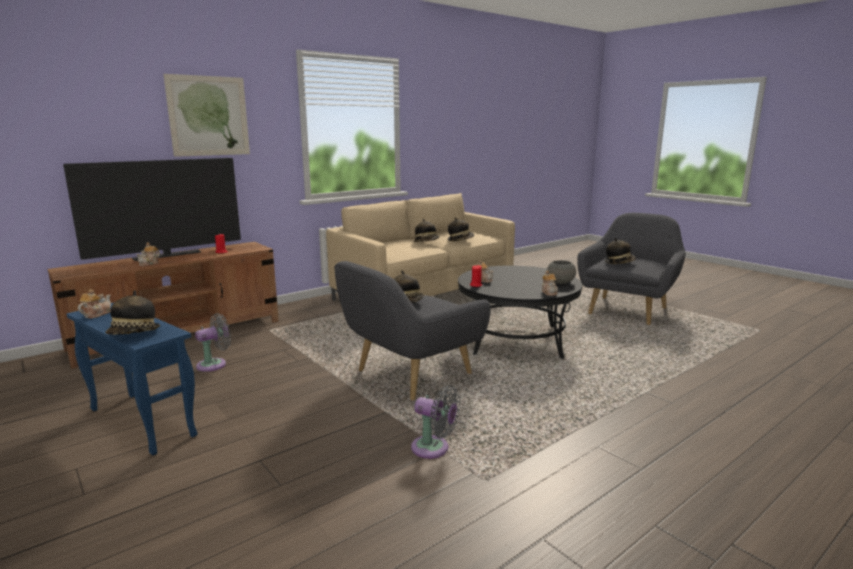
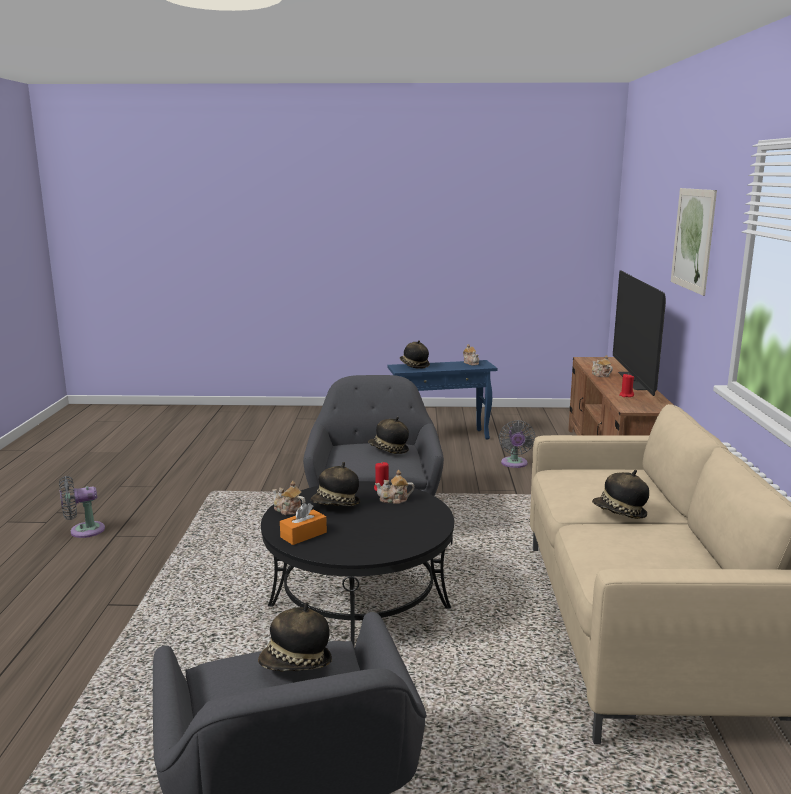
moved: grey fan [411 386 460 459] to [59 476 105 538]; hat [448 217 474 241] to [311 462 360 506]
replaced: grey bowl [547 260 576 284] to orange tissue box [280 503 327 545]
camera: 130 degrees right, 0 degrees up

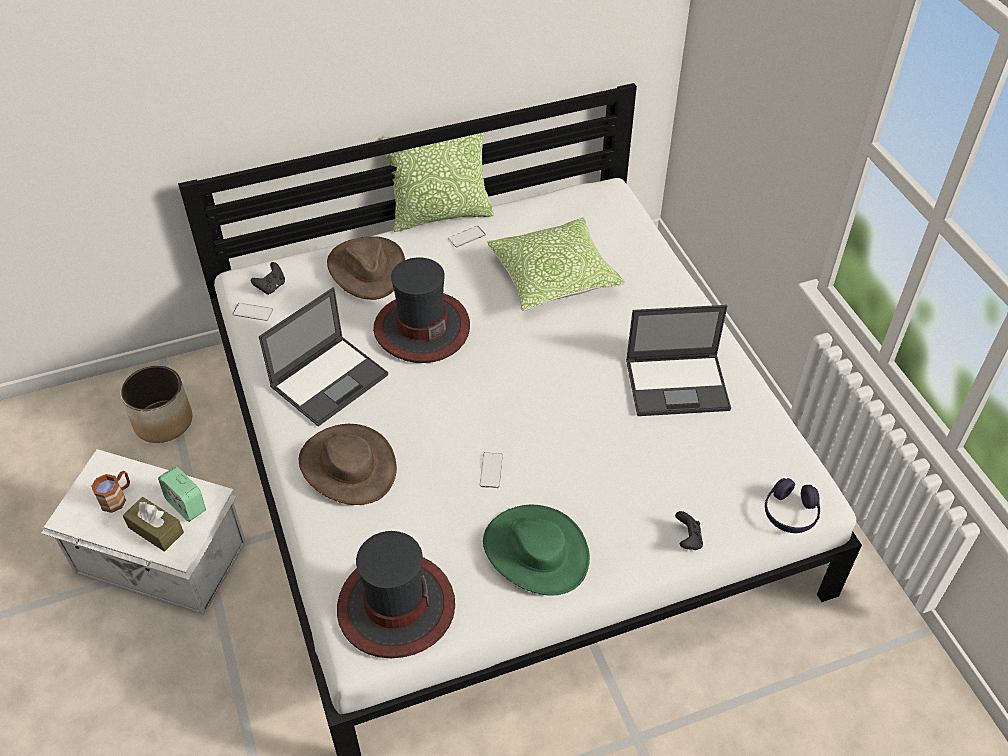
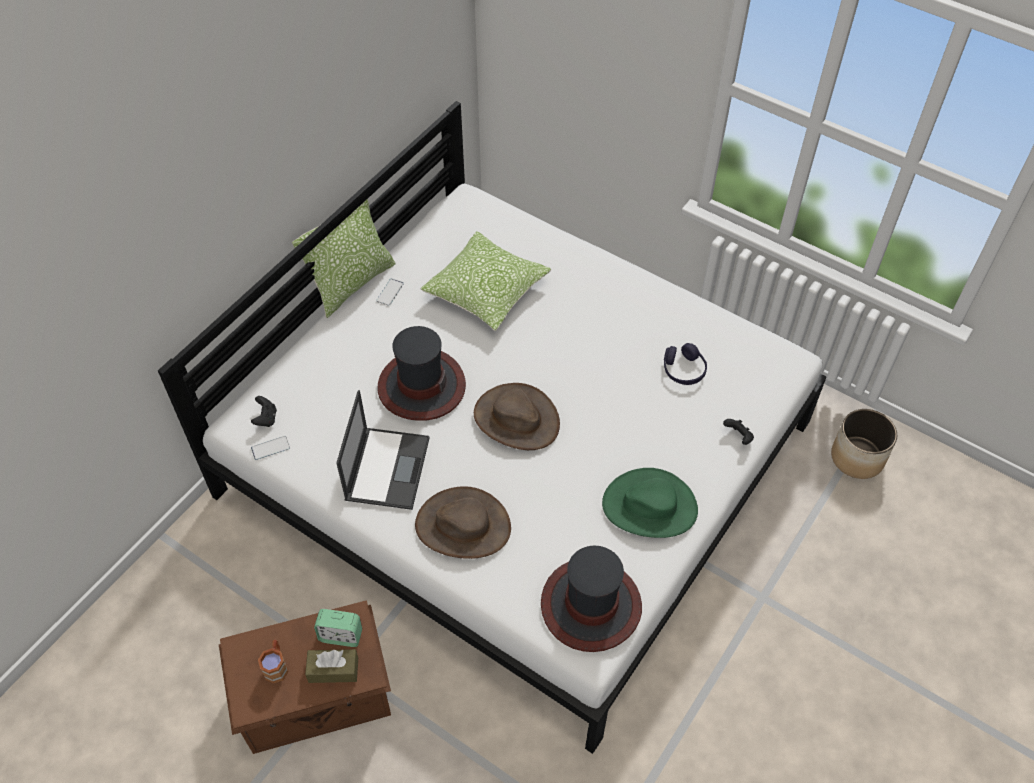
removed: phone [480 452 503 488]; laptop [626 305 731 416]
moved: planter [121 366 192 443] to [831 409 897 479]; brown hat [327 236 405 300] to [474 383 560 450]; purple headphones [765 478 820 533] to [664 343 707 385]
recoloured: white storage box [42 449 246 615] to brown storage box [219 600 391 754]
camera: 35 degrees left, 5 degrees up

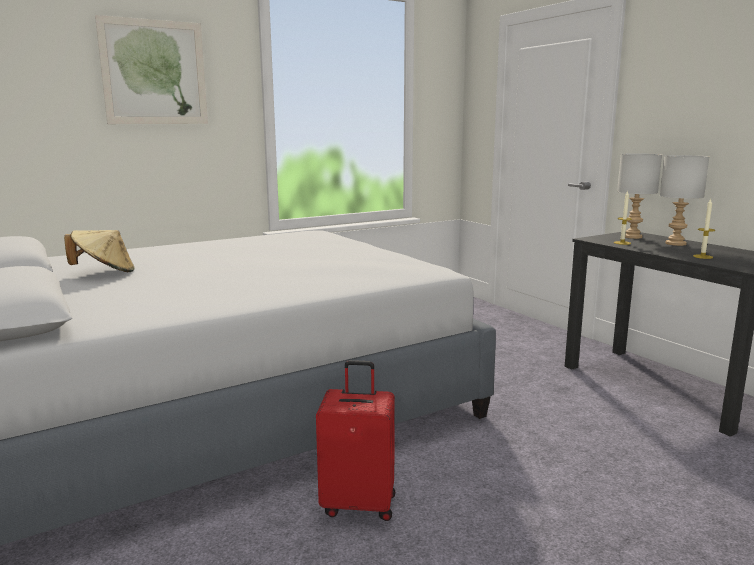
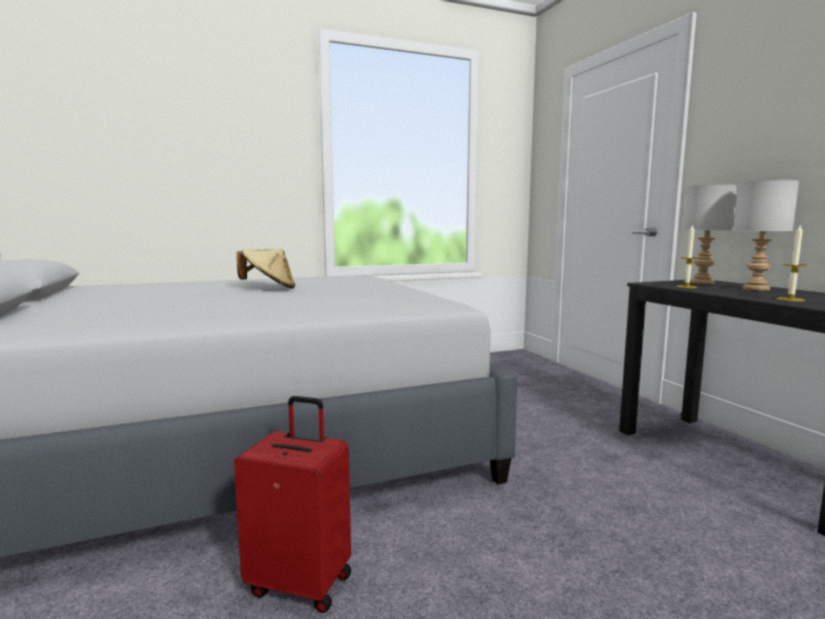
removed: picture [95 15 208 124]
moved: beige hat [64 230 135 272] to [237 249 295 288]
camera: 10 degrees right, 5 degrees down

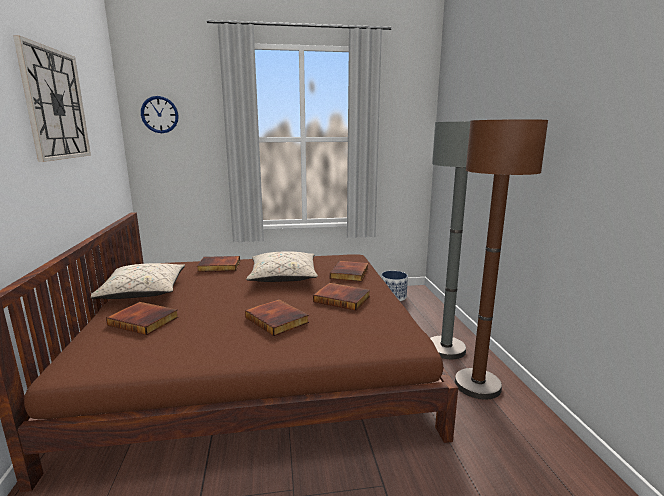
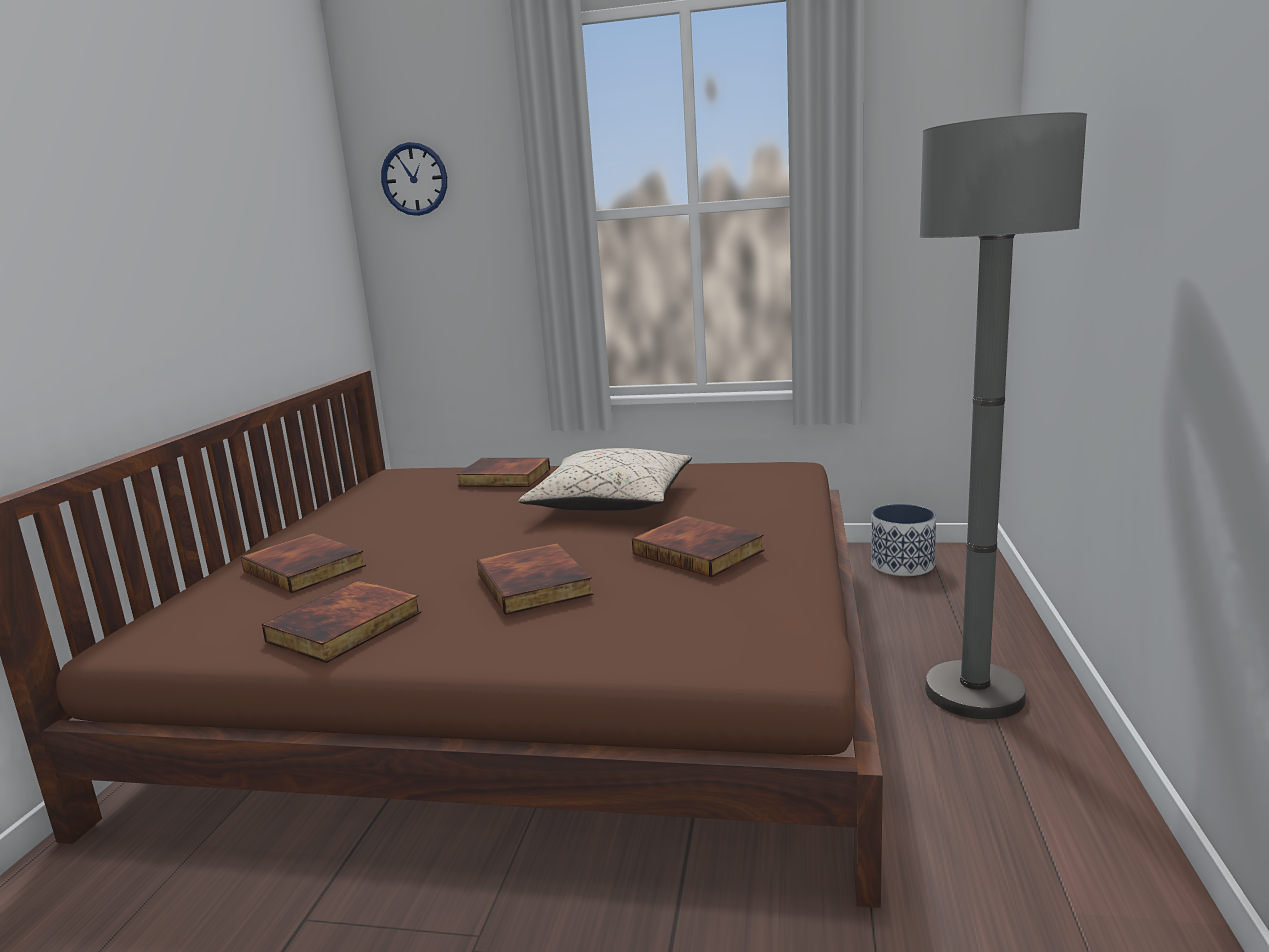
removed: wall clock [13 35 91 162]; beige pillow [91 263 185 299]; brown floor lamp [455 119 548 400]
moved: book [330 261 368 282] to [261 580 421 663]
camera: 20 degrees right, 0 degrees up

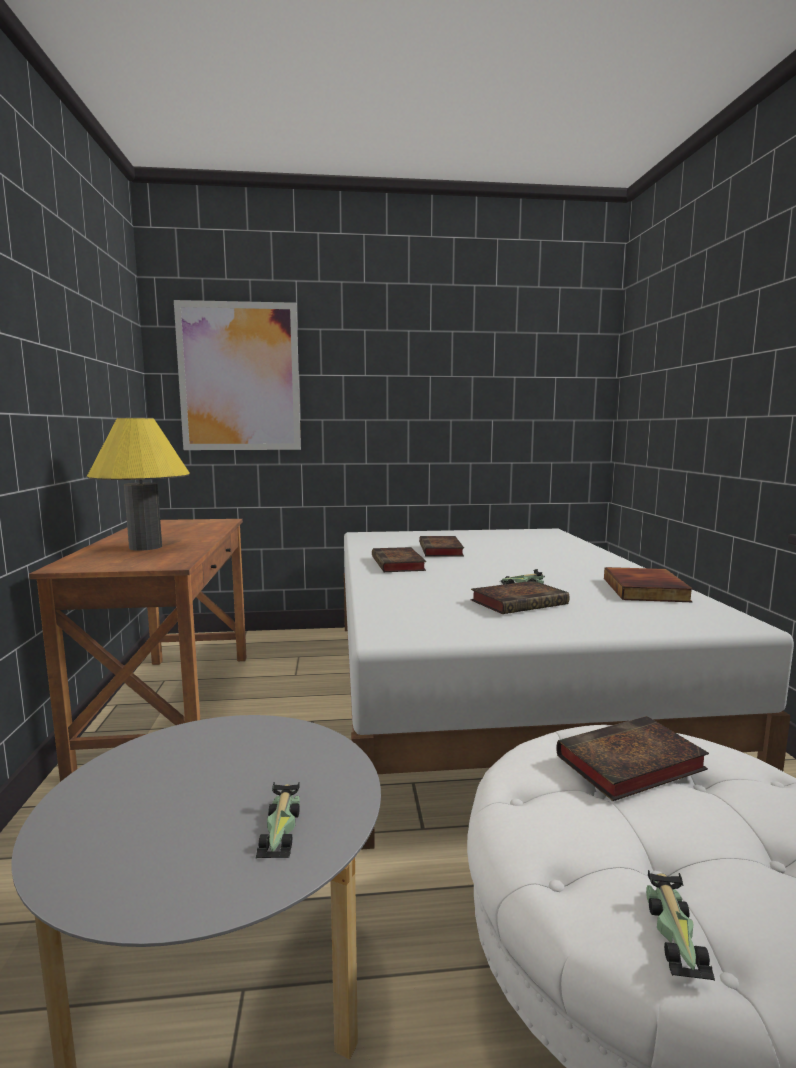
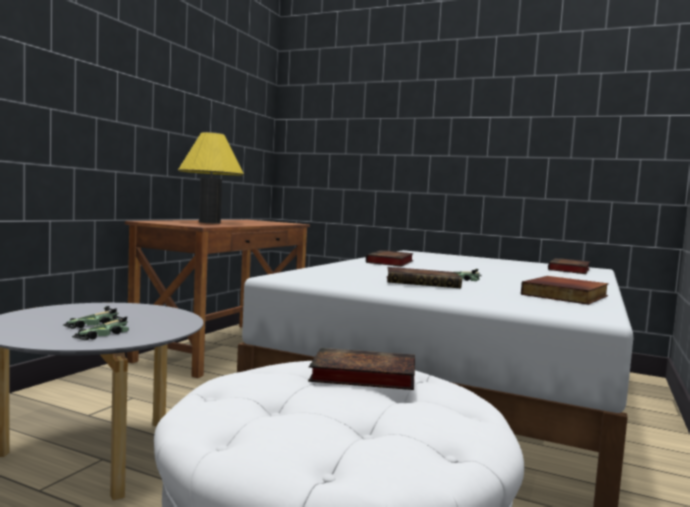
removed: picture [174 300 301 450]
moved: book [419 536 464 556] to [548 258 590 274]; toy car [646 870 715 981] to [63 306 119 329]
camera: 30 degrees right, 5 degrees down

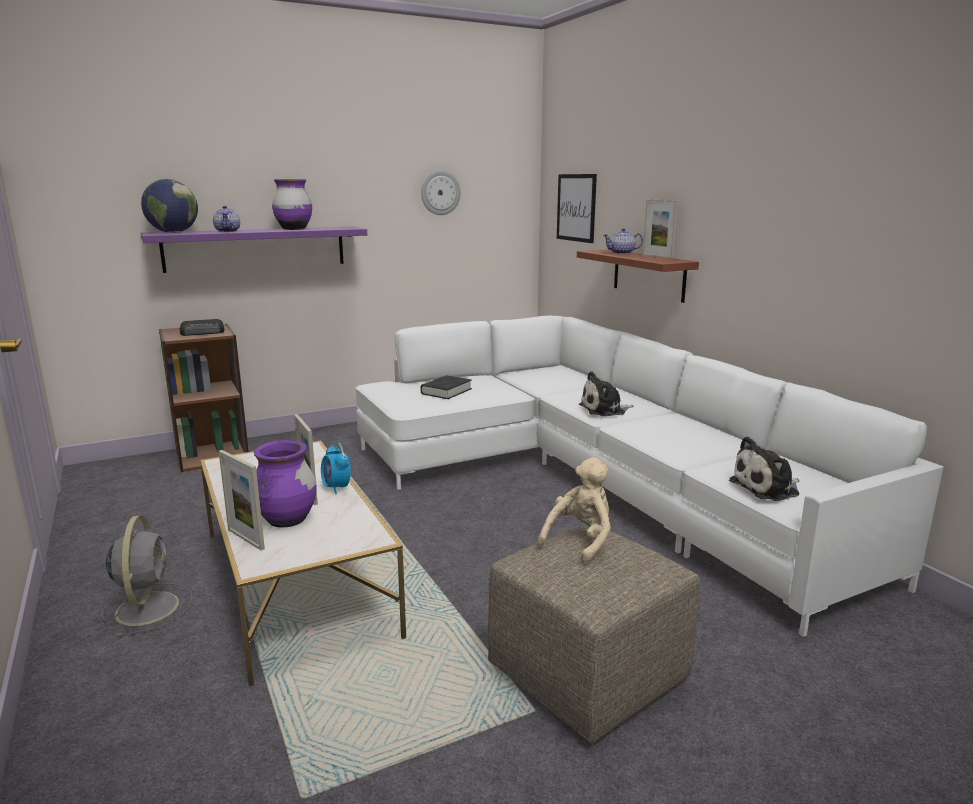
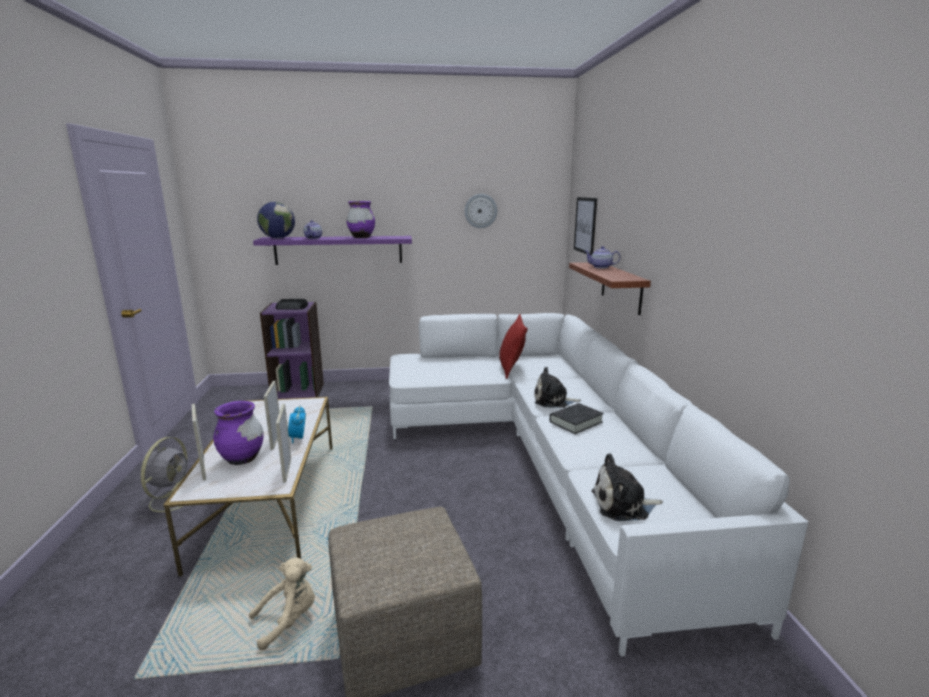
added: red pillow [499 314 528 379]
moved: black book [421 375 472 399] to [549 403 604 434]; beige plush toy [538 457 611 565] to [249 557 315 650]; picture frame [643 200 678 259] to [276 404 291 483]
recoloured: brown bookcase [159 324 249 472] to purple bookcase [260 302 324 399]
camera: 20 degrees right, 0 degrees up

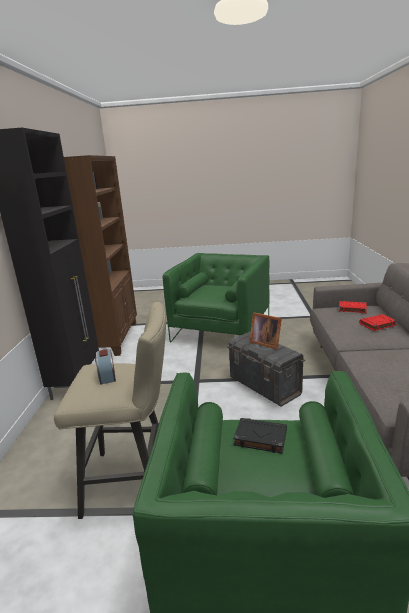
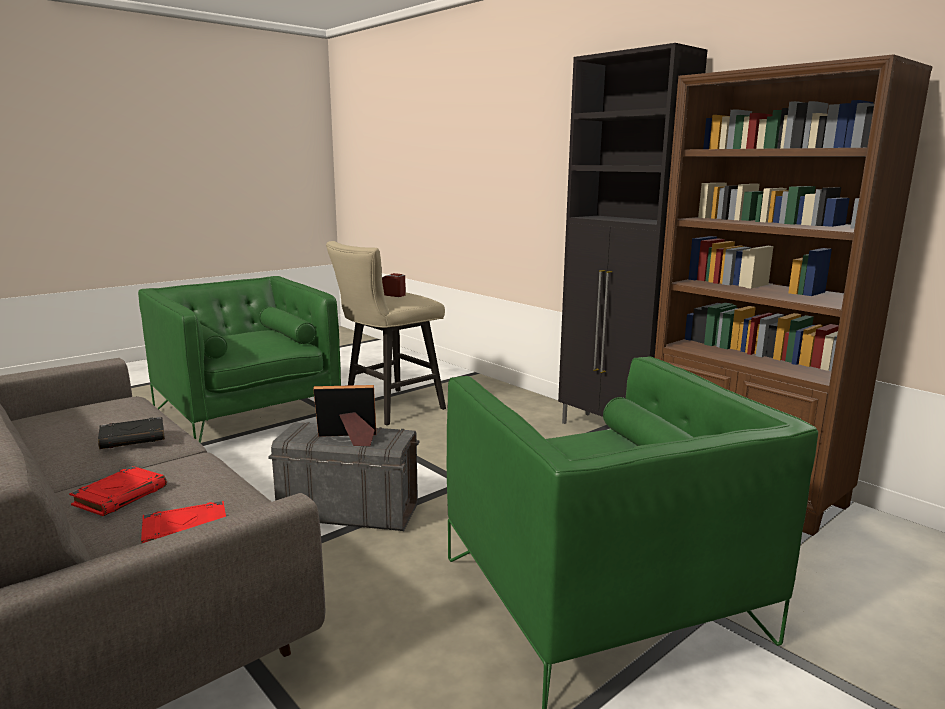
moved: black book [233 418 287 454] to [98 417 165 449]
camera: 135 degrees right, 5 degrees down

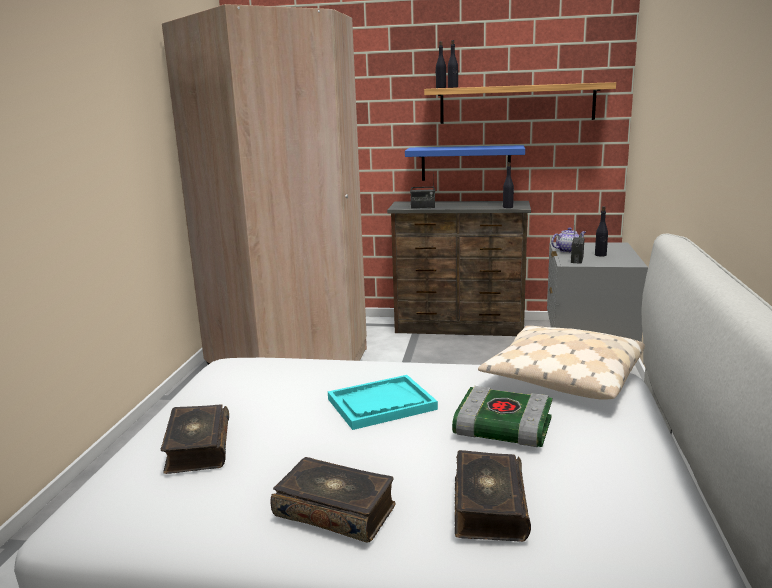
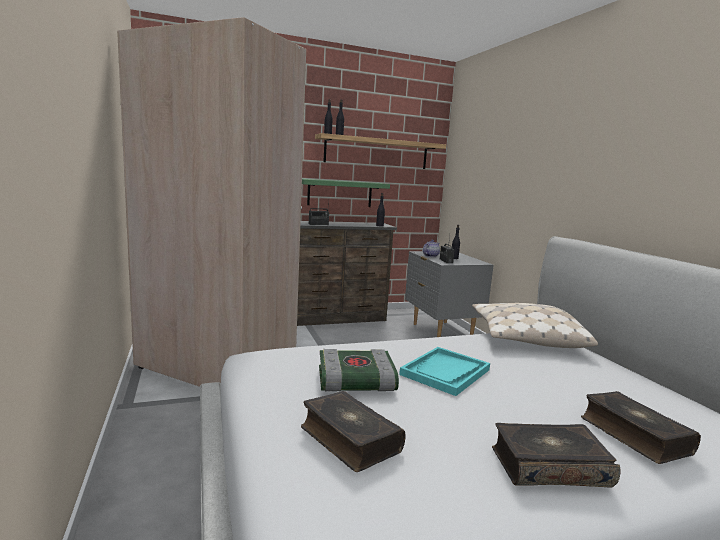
moved: book [452 386 552 447] to [319 349 399 391]
recoloured: blue shelf [405 145 525 181] to green shelf [302 179 390 207]
camera: 30 degrees left, 5 degrees down

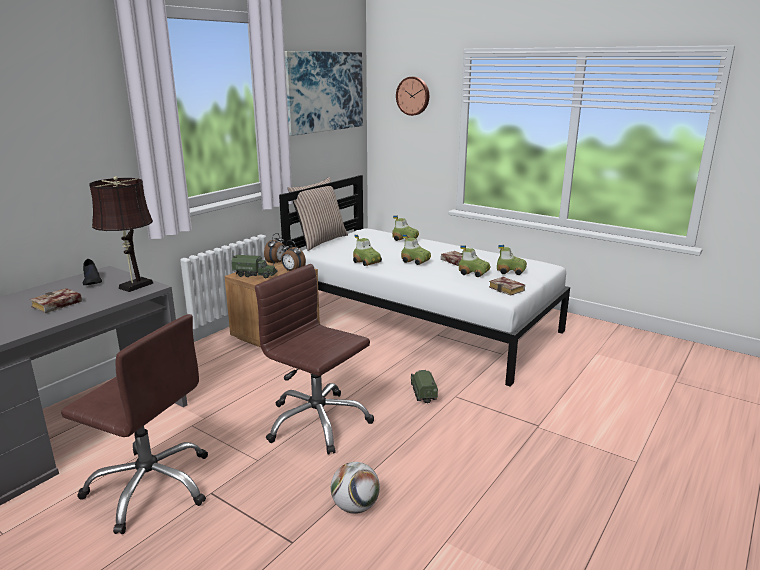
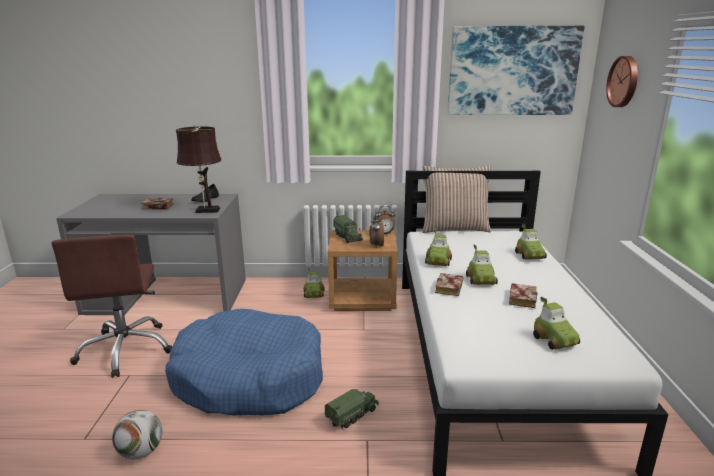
moved: toy car [459 245 490 277] to [304 267 324 298]; book [489 277 525 296] to [435 273 464 296]
replaced: brown office chair [255 264 374 455] to blue dog bed [165 309 323 416]
camera: 55 degrees right, 0 degrees up

